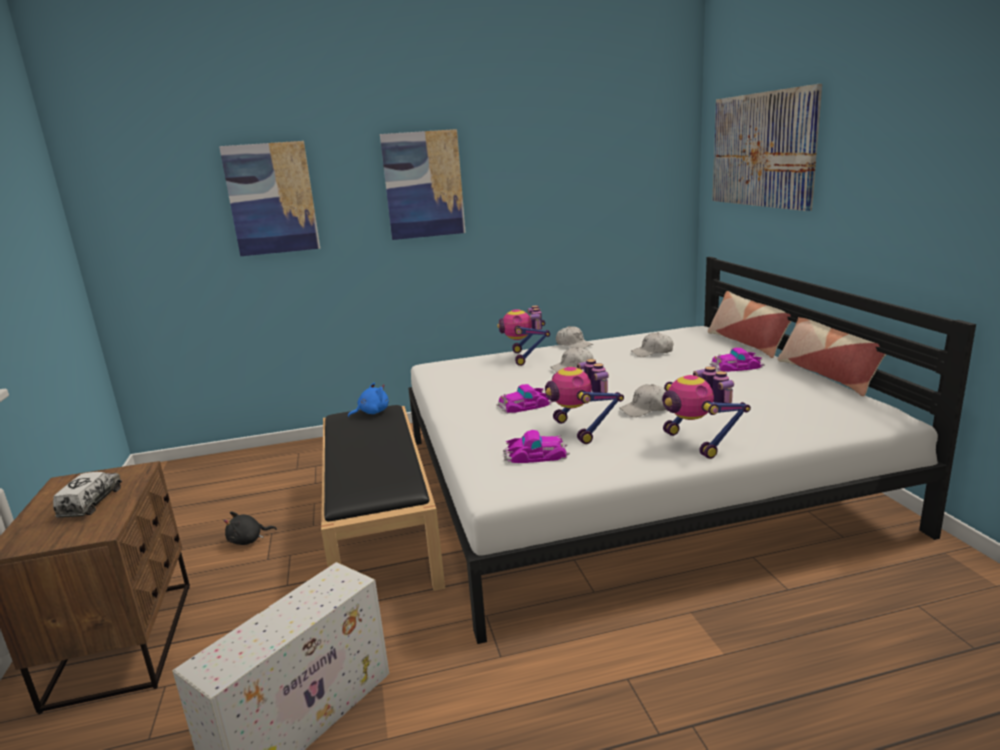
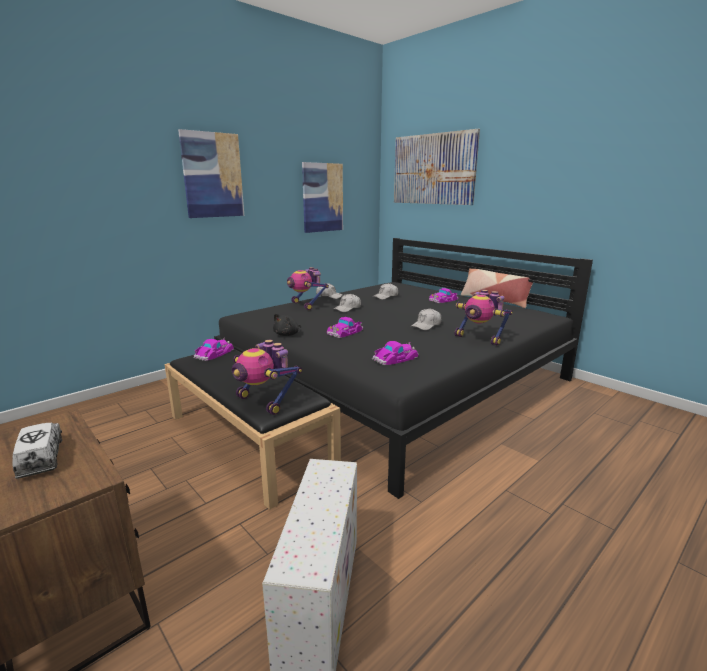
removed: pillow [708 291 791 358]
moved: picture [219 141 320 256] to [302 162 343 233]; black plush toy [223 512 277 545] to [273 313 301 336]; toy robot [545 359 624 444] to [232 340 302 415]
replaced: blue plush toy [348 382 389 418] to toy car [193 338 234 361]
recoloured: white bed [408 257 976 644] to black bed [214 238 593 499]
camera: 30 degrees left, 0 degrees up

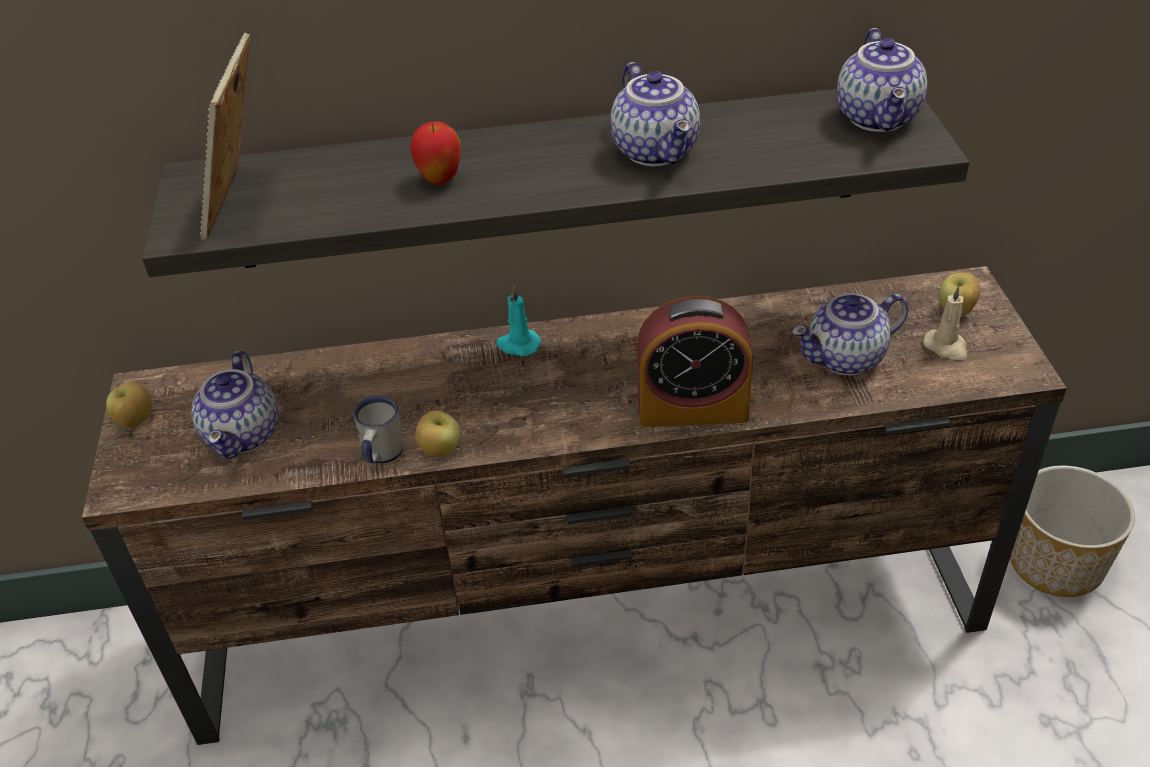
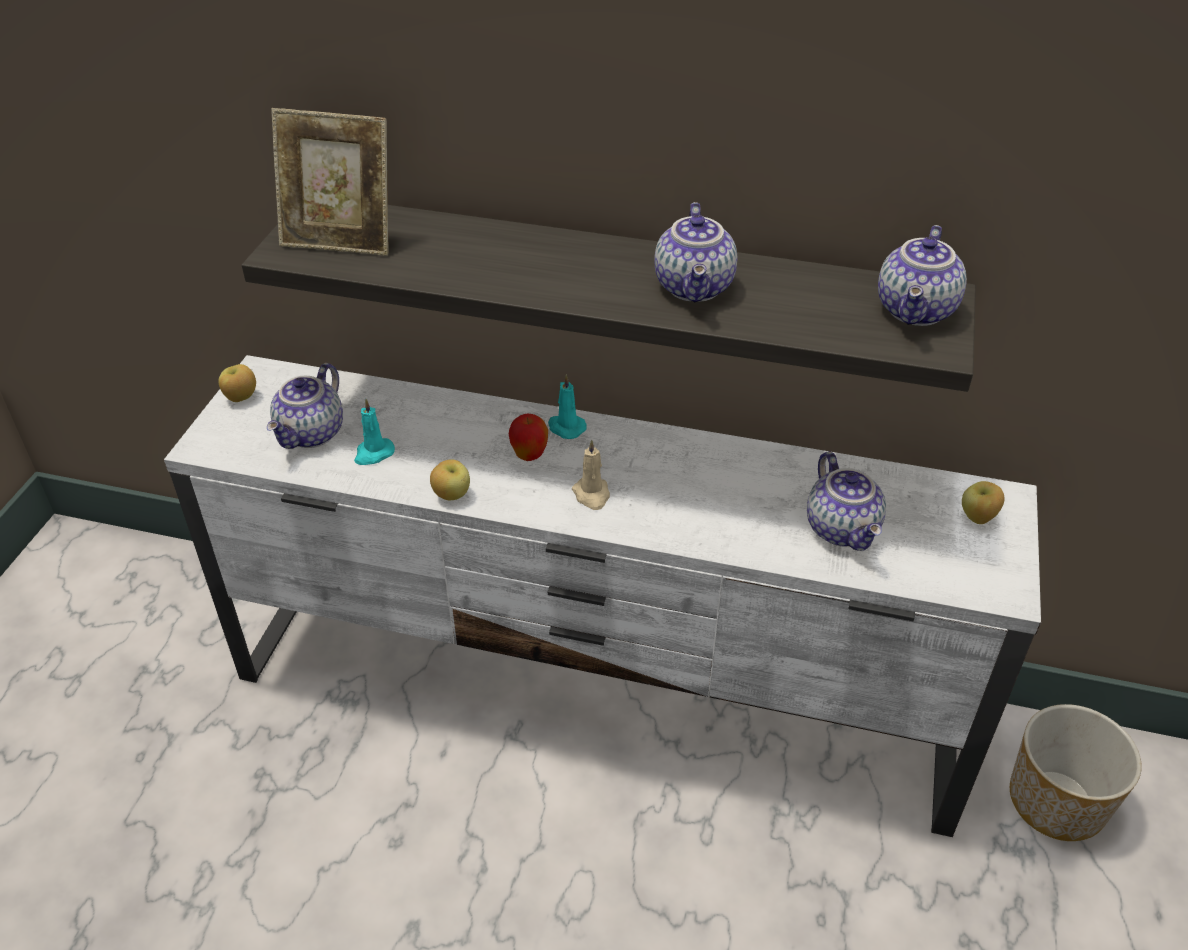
removed: white mug [354 396 403 463]; alarm clock [638 296 753 427]
added: turquoise candle [354 399 395 465]
moved: apple [410 121 461 185] to [509 414 548 461]; beige candle [923 286 968 360] to [572 439 610 510]
recoloured: brown tv stand [82 266 1067 745] to white tv stand [164 355 1041 837]
turned: picture frame [200 33 250 240] = [271 108 389 256] 105 degrees counterclockwise; teapot [792 293 908 375] = [807 452 886 551] 105 degrees counterclockwise
camera: 20 degrees right, 0 degrees up

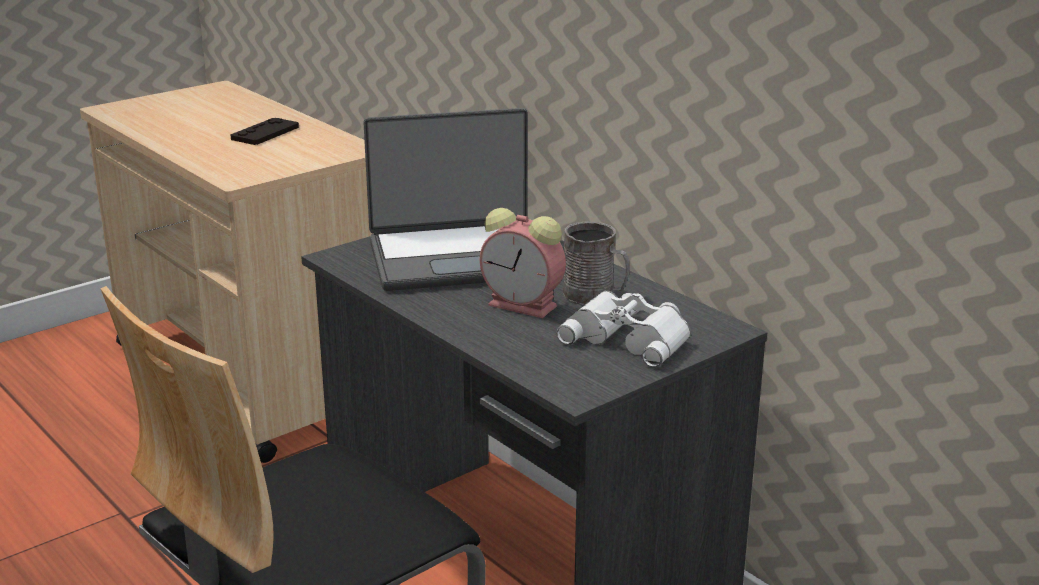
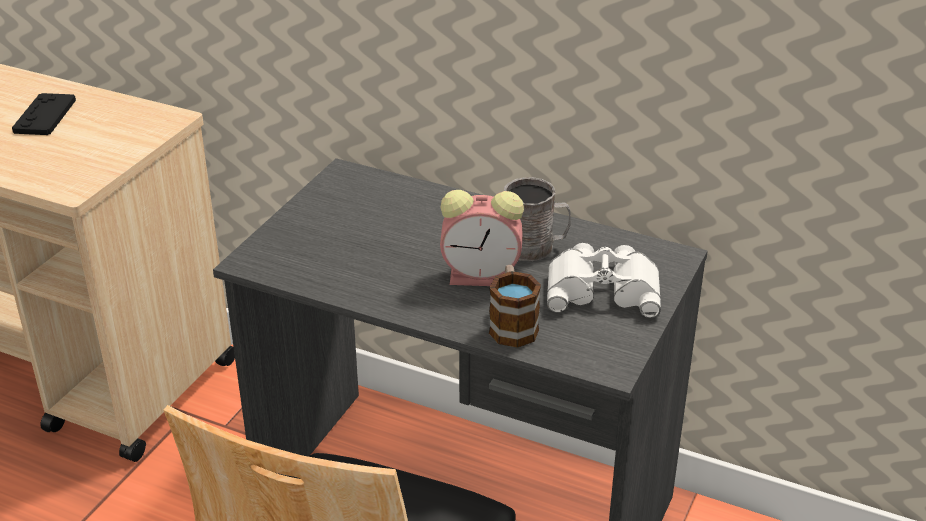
removed: laptop [363 108 528 291]
added: mug [489 265 541 348]
camera: 25 degrees left, 10 degrees up

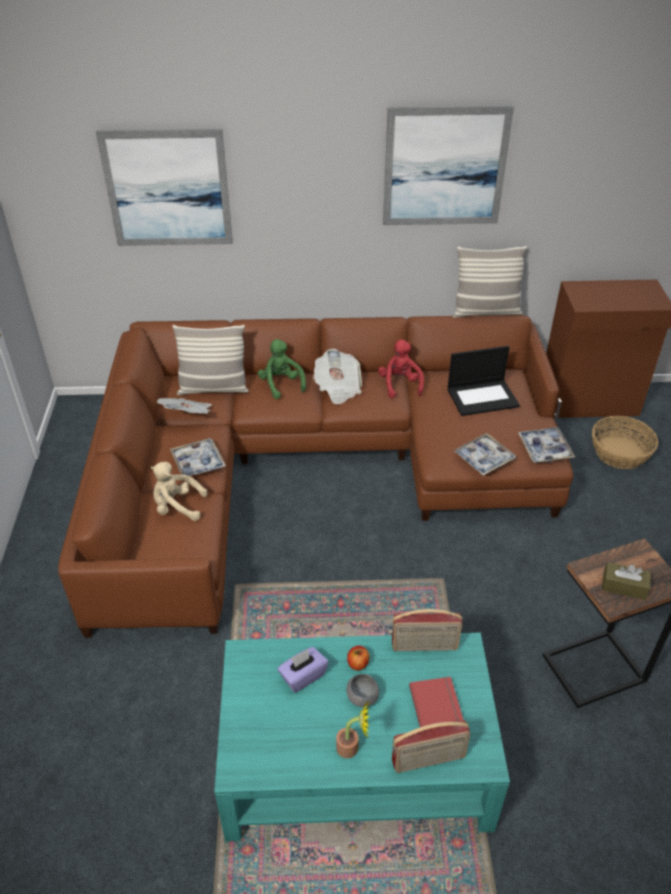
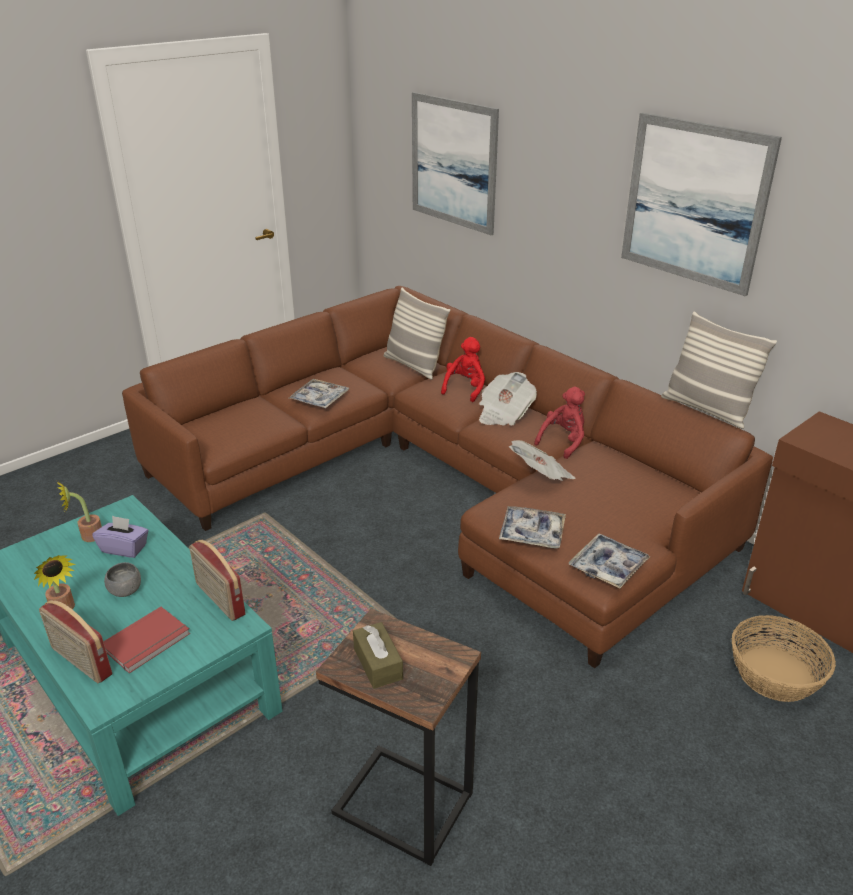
removed: beige plush toy [151 462 208 521]; apple [347 646 370 670]; laptop [448 346 520 416]
added: potted plant [56 481 102 542]
moved: newspaper [157 398 212 414] to [509 440 576 481]
recoloured: green plush toy [258 339 306 399] to red plush toy [441 337 485 402]
camera: 50 degrees right, 10 degrees down

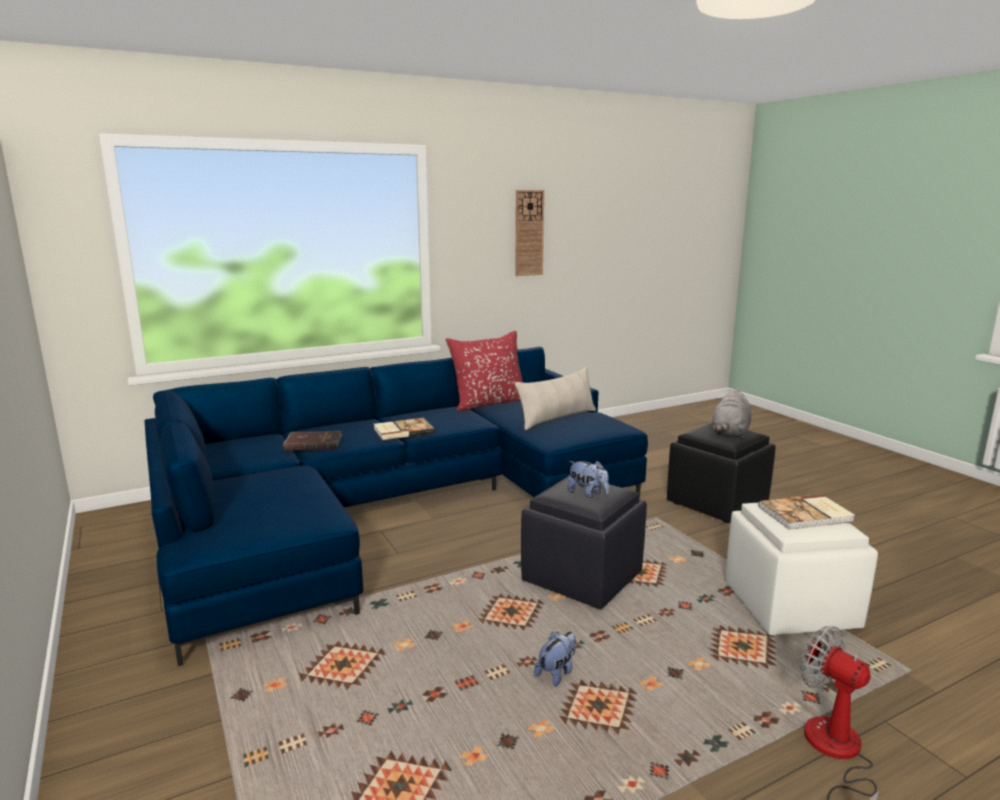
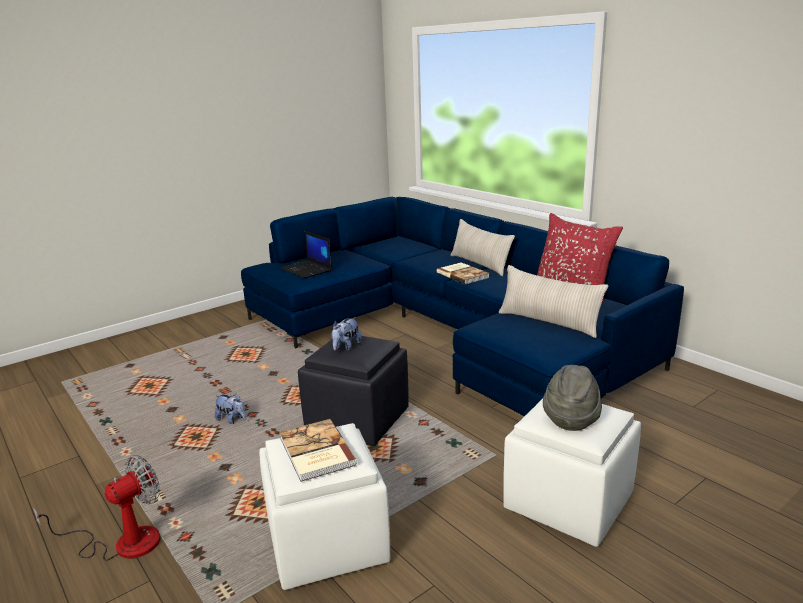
removed: brown book [283 431 342 451]; wall clock [515 190 544 276]
added: laptop [281 230 332 278]; beige pillow [450 219 515 276]
replaced: grey plush toy [712 389 751 439] to grey hat [543 365 602 431]
recoloured: black ottoman [667 422 776 523] to white ottoman [503 399 641 547]
camera: 80 degrees right, 5 degrees up

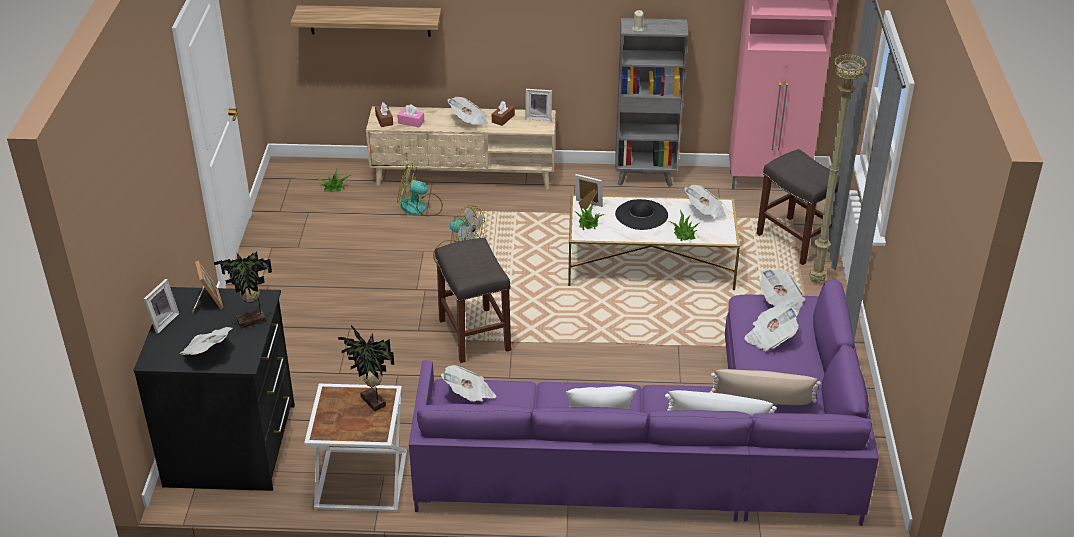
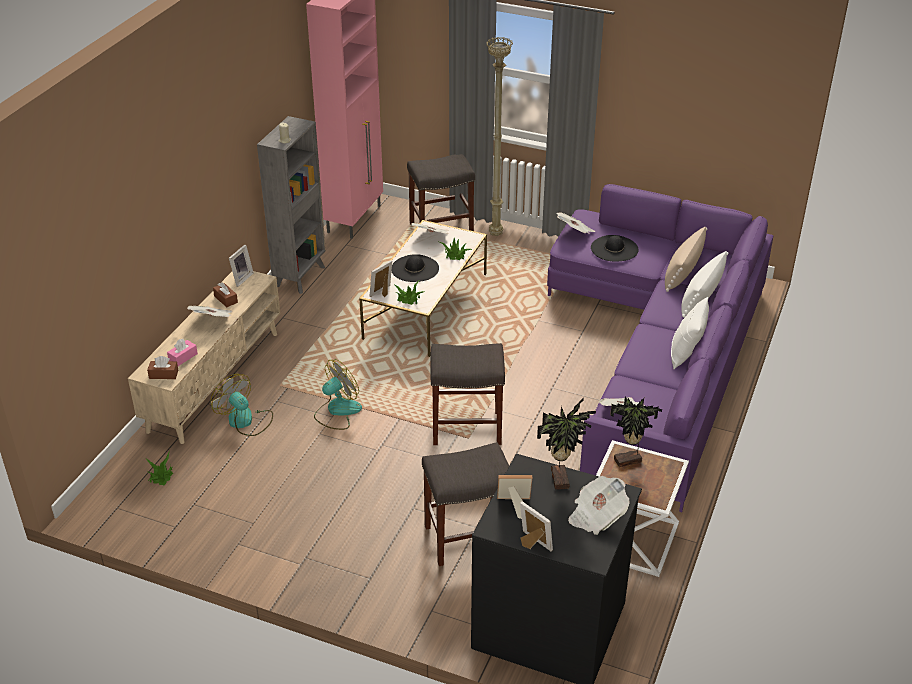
removed: shelf [290 5 441 37]
added: grey stool [422 442 509 566]
replaced: newspaper [744 305 798 351] to black hat [591 235 639 262]
turned: fan [397 163 443 216] = [211 374 273 436] 105 degrees clockwise
camera: 70 degrees left, 0 degrees up

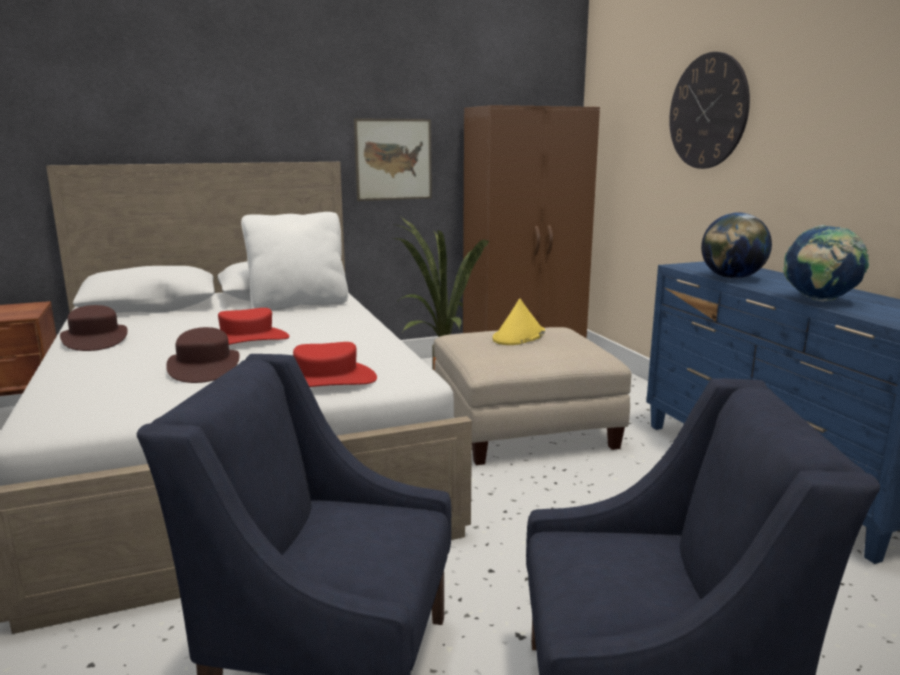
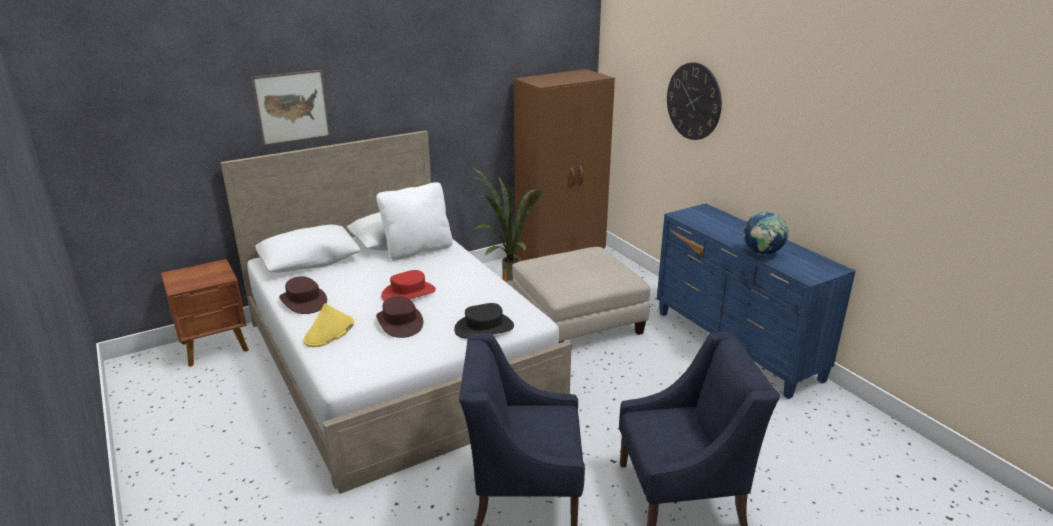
removed: globe [701 212 772 279]
moved: picture [354 118 432 201] to [251 70 331 146]; yellow hat [492 299 545 345] to [304 303 354 347]
recoloured: red hat [293 342 377 387] to black hat [454 303 514 338]
camera: 10 degrees left, 10 degrees up

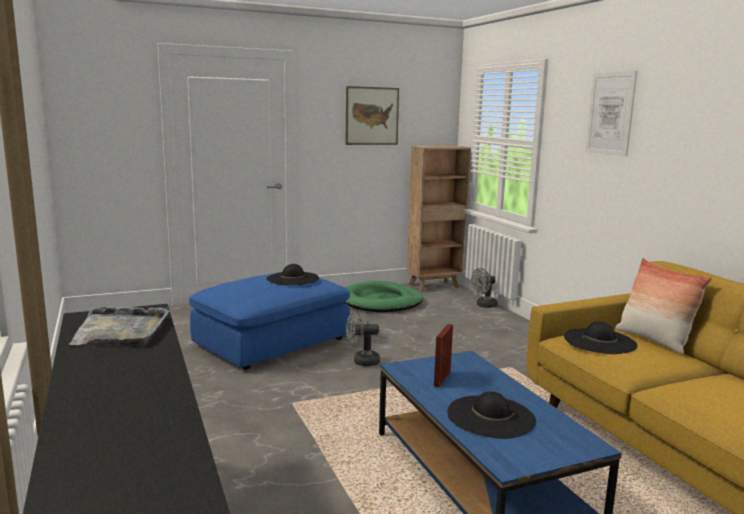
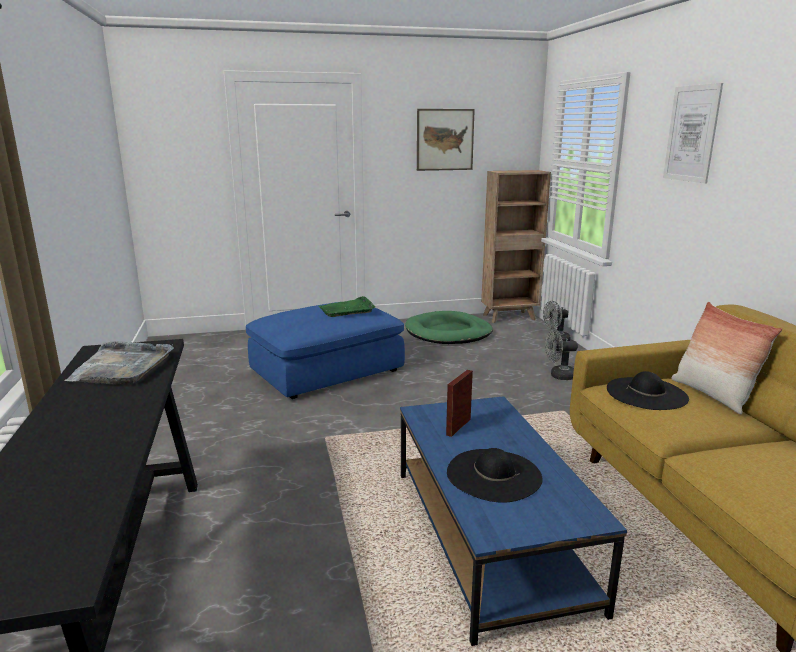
moved: grey fan [346 312 380 366] to [545 330 578 380]
replaced: black hat [267 264 319 286] to green tray [319 296 375 317]
camera: 10 degrees right, 5 degrees up

